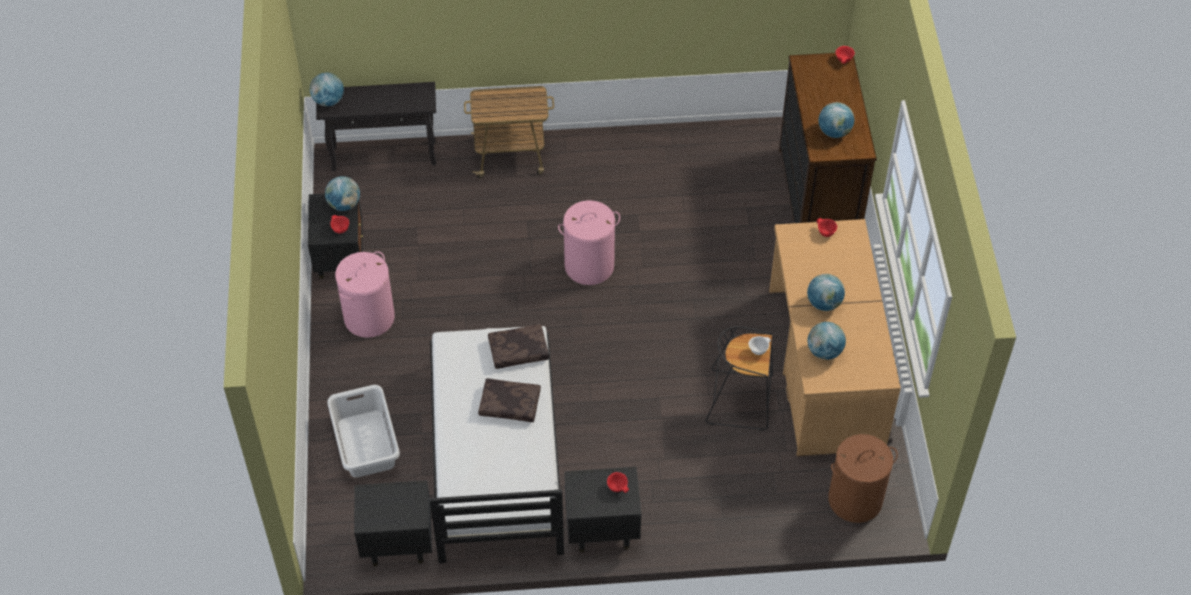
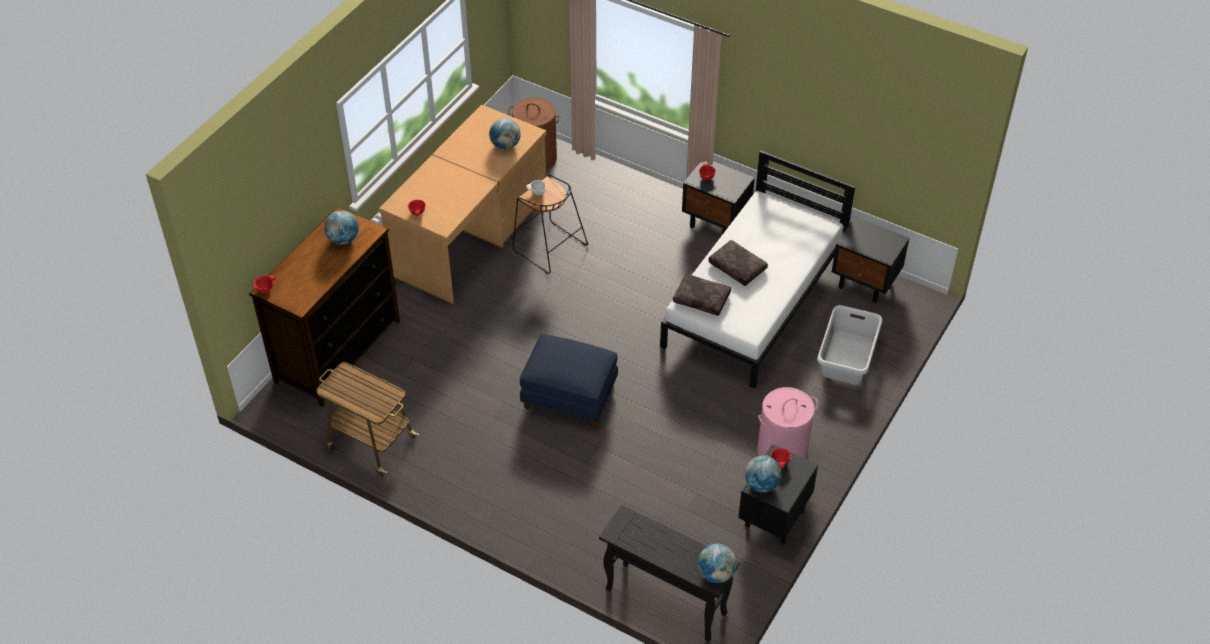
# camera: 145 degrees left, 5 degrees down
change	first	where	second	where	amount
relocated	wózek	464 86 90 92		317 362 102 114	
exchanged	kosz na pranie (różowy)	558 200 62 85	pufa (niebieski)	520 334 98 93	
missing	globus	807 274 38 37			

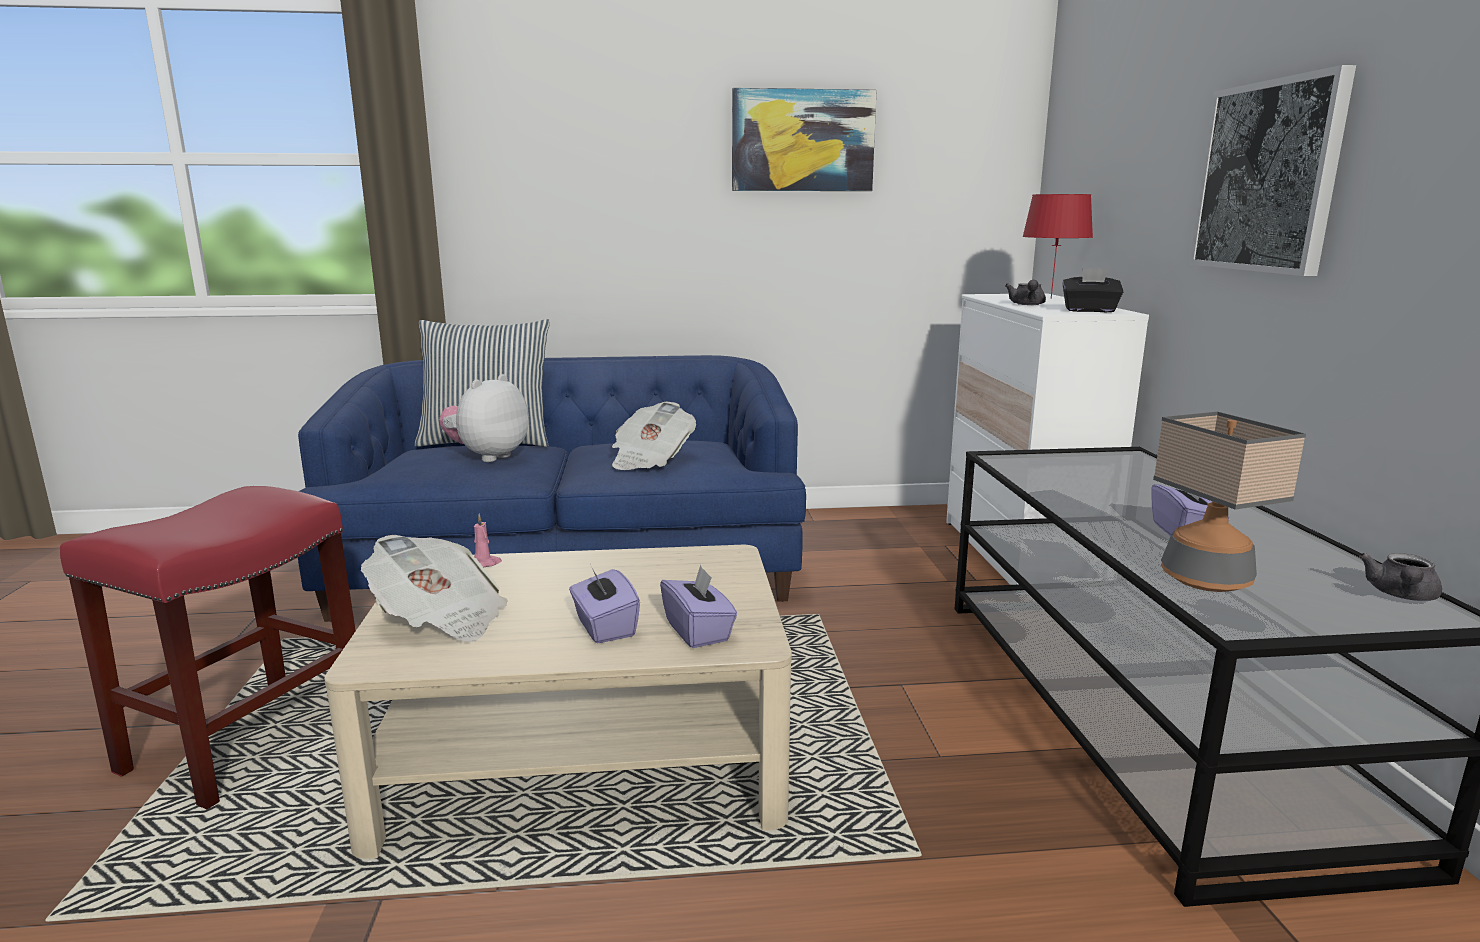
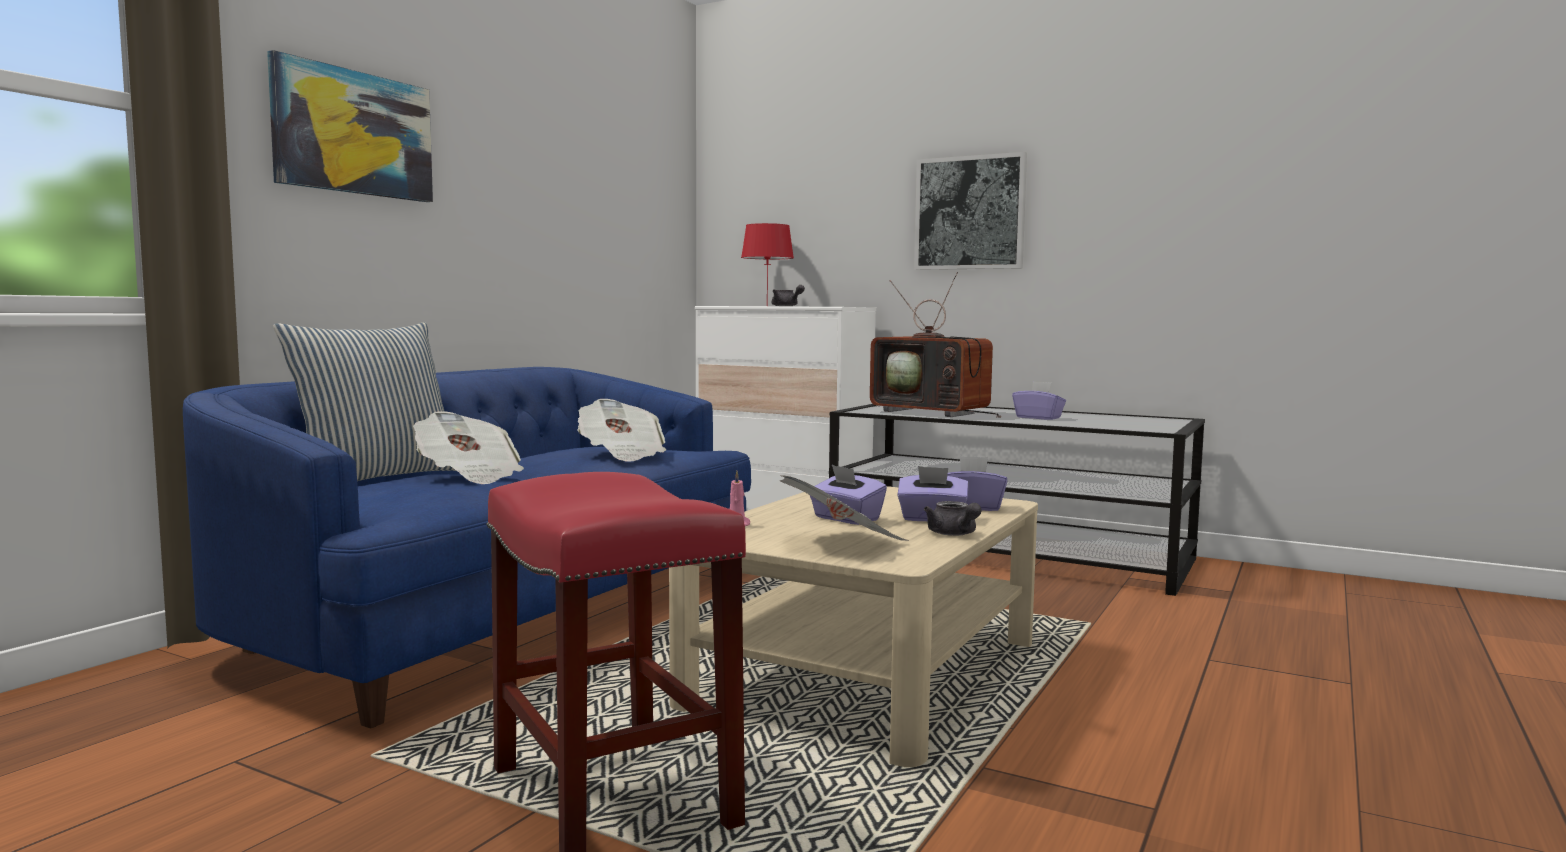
# camera: 55 degrees left, 10 degrees down
change	first	where	second	where	amount
relocated	obraz	732 88 145 103		267 50 166 152	
missing	pudełko chusteczek (czarny)	1062 268 61 44			
exchanged	pluszak	439 374 90 88	gazeta	413 411 111 73	
missing	lampa stołowa	1153 412 153 180			
relocated	imbryk (szary)	1359 553 83 48		924 501 58 35	
appeared			telewizor	870 272 132 146	
appeared			pudełko chusteczek (fioletowy)	810 465 77 60	

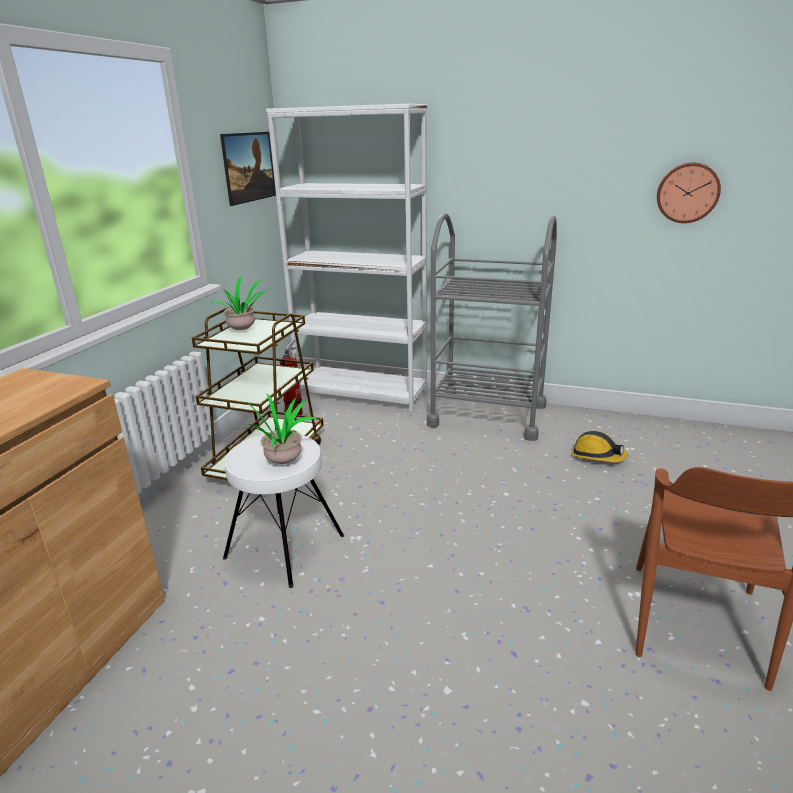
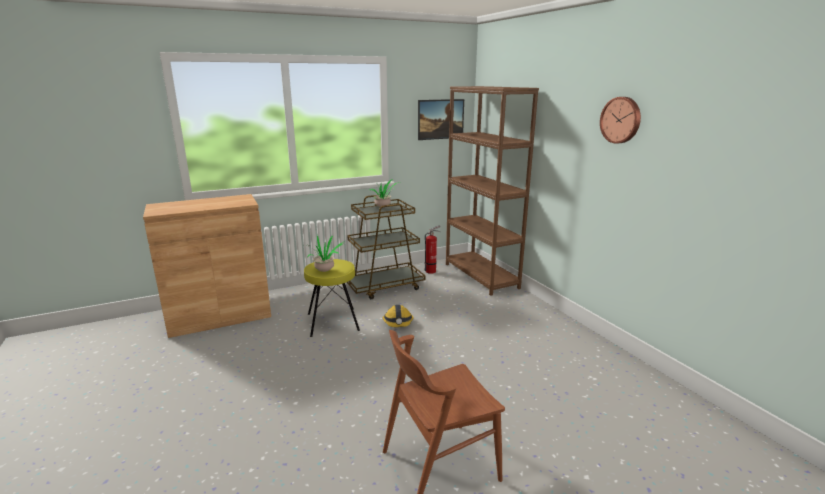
# camera: 45 degrees right, 5 degrees down
change	first	where	second	where	amount
colour	regał (biały)	266 104 161 308	regał (brązowy)	446 86 93 210	
relocated	zegar ścienny	657 163 64 60		600 97 41 47	
missing	wózek (szary)	427 213 130 228			
relocated	kask	571 431 57 31		383 305 30 22	
colour	stołek (biały)	223 434 121 154	stołek (żółty)	304 259 56 78	

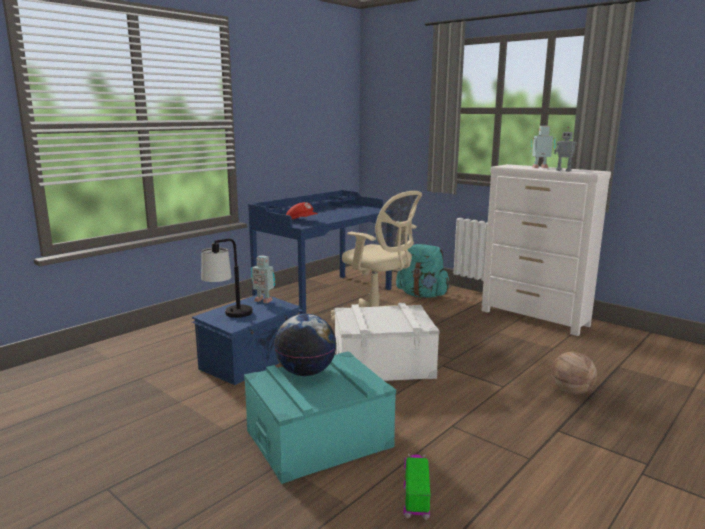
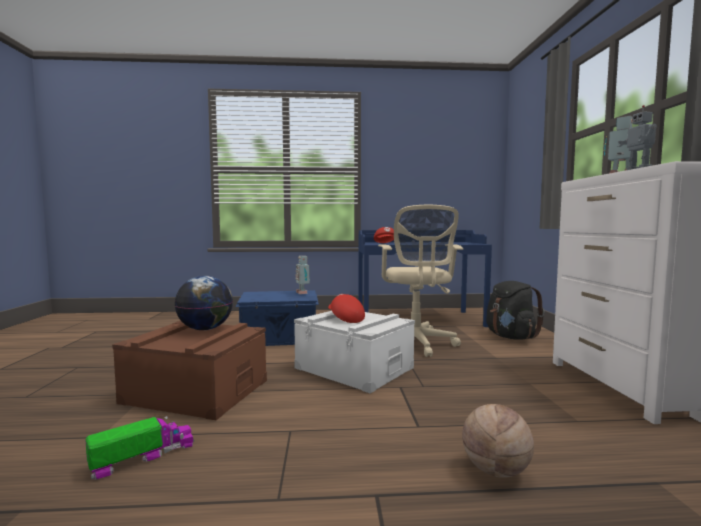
# camera: 45 degrees right, 10 degrees down
change	first	where	second	where	amount
missing	lampa stołowa	201 239 52 79			
colour	plecak (turkusowy)	396 244 54 54	plecak (czarny)	486 281 59 59	
colour	pojemnik do przechowywania (turkusowy)	244 351 152 133	pojemnik do przechowywania (brązowy)	112 321 155 99	
appeared			czapka z daszkiem (czerwony)	328 294 37 29	

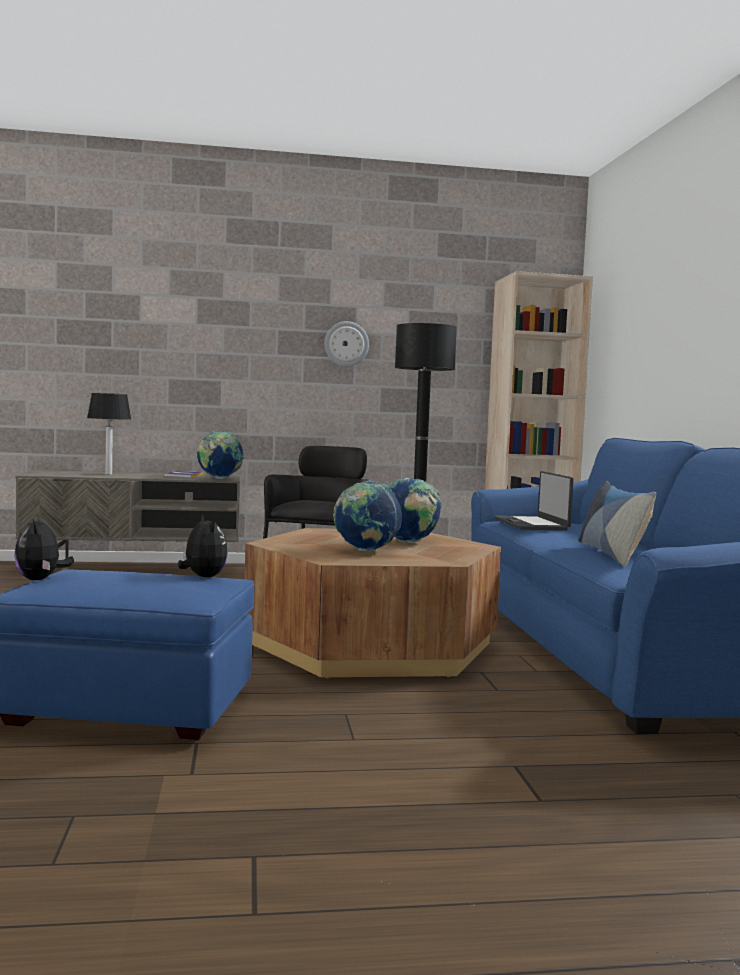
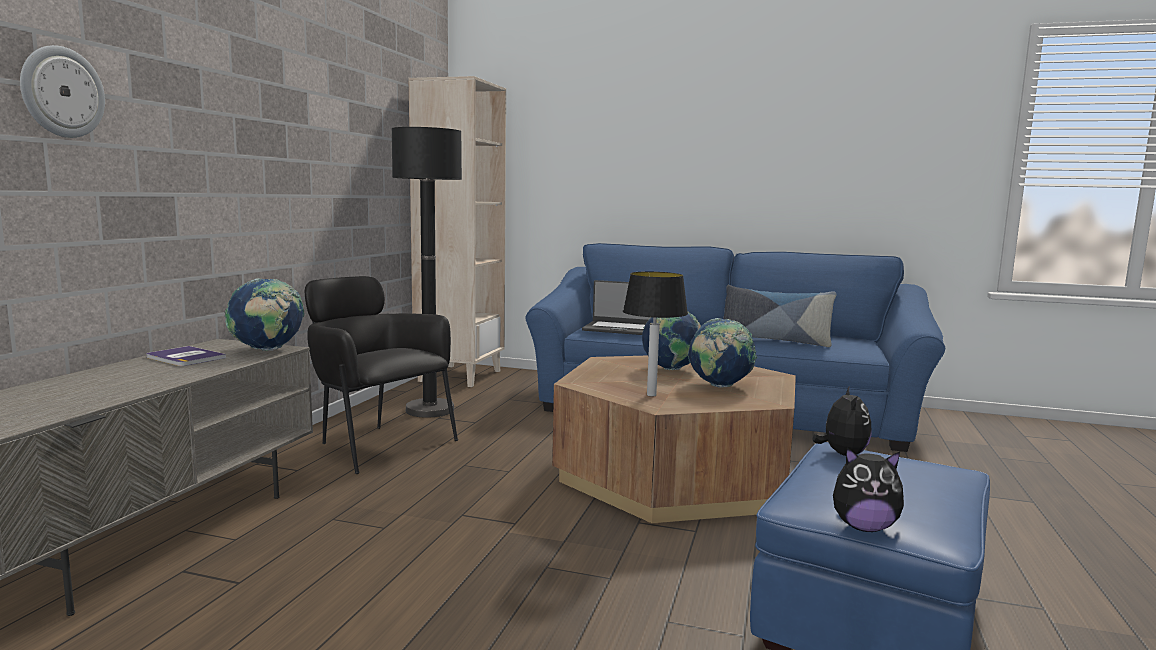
# camera: 65 degrees left, 5 degrees up
change	first	where	second	where	amount
relocated	zegar ścienny	324 321 45 46		20 45 85 93	
relocated	lampa stołowa	87 393 44 82		623 271 65 126	
spun	pluszak	178 514 50 63		813 386 59 70	105 degrees clockwise

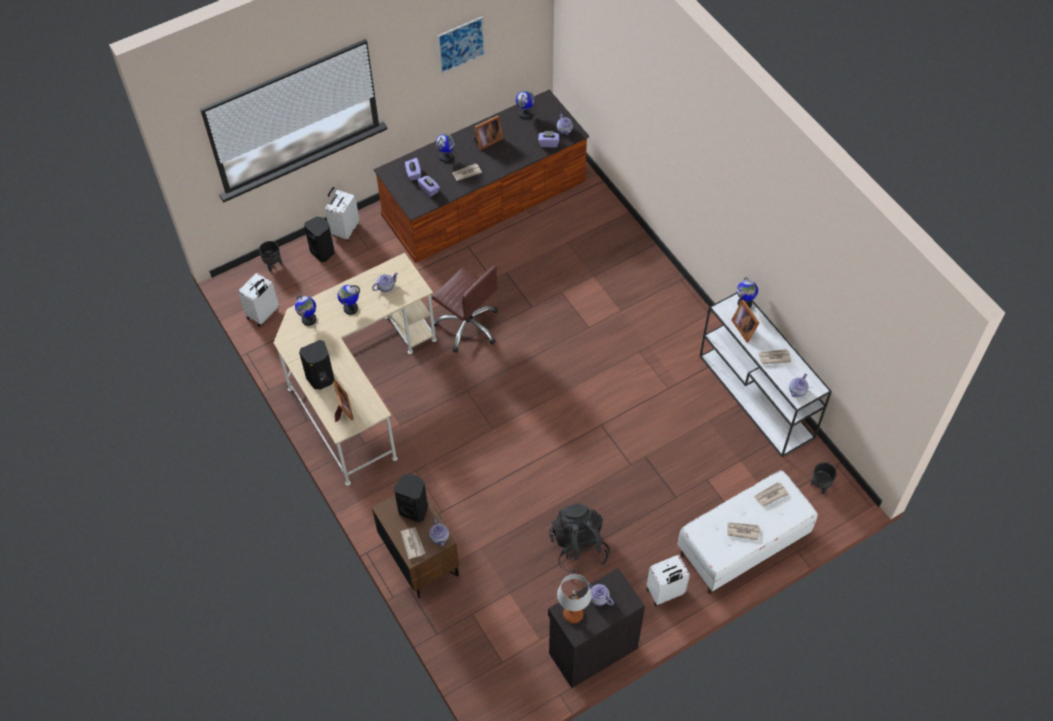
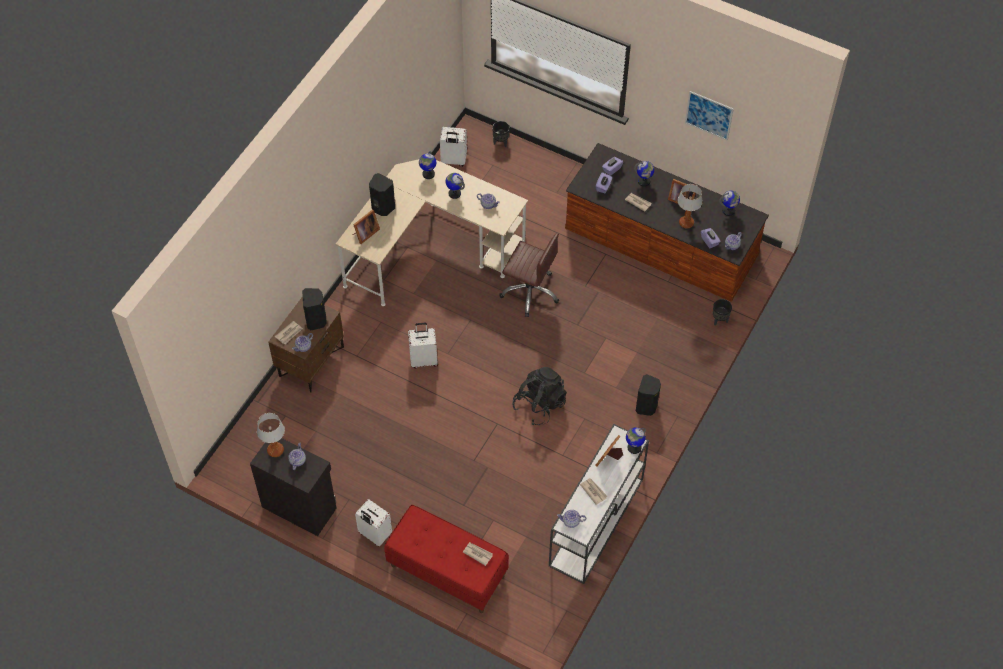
# camera: 60 degrees right, 0 degrees up
change	first	where	second	where	amount
relocated	walizka (biały)	325 187 34 54		408 323 30 45	
relocated	głośnik (czarny)	304 216 30 46		636 374 25 42	
spun	krzesło biurowe (brązowy)	432 266 66 87		499 233 60 84	75 degrees counterclockwise
relocated	donica (czarny)	810 463 27 32		713 299 19 27	
colour	ławka (biały)	677 470 141 124	ławka (czerwony)	384 505 125 108	
relocated	plecak (czarny)	549 504 61 70		512 367 55 58	
missing	gazeta	727 522 33 18			
appeared			lampa stołowa	677 184 26 44	

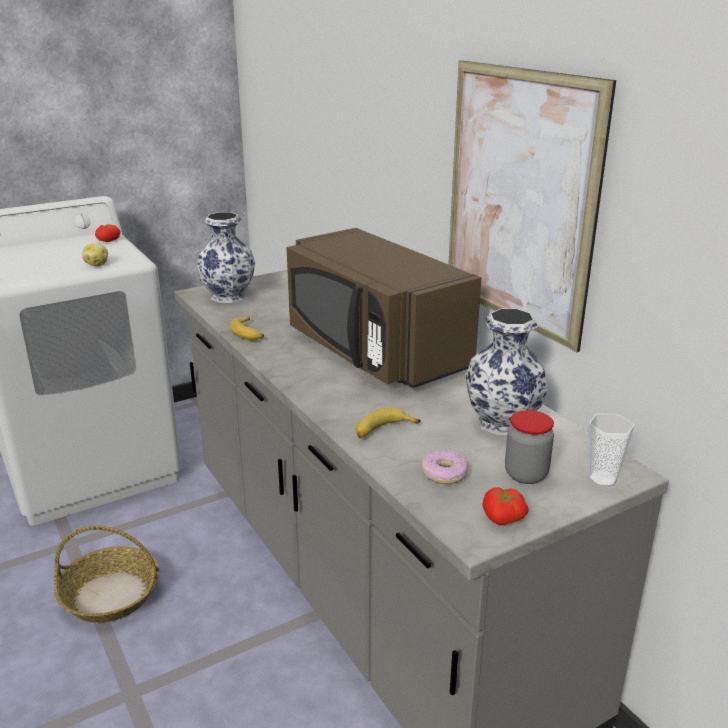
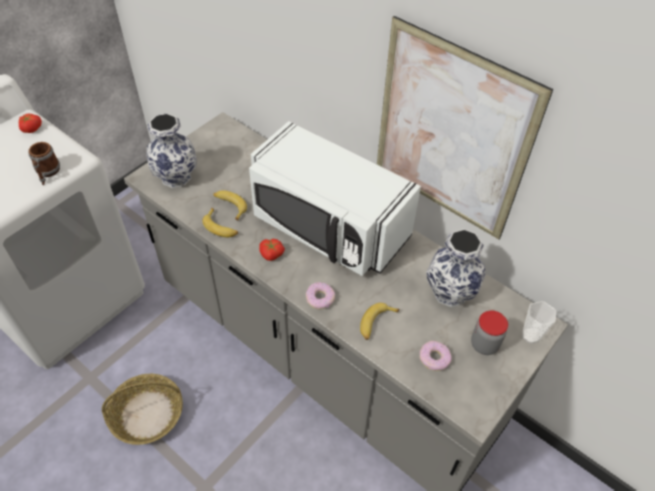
# camera: 20 degrees left, 25 degrees up
change	first	where	second	where	amount
colour	mikrofalówka (brązowy)	287 228 194 160	mikrofalówka (biały)	249 121 172 155	
exchanged	ziemniak	82 243 26 23	kubek	28 142 32 43	
relocated	pomidor	482 487 47 38		259 239 26 22	
appeared			banan	213 190 34 31	
appeared			donut	306 282 29 27	

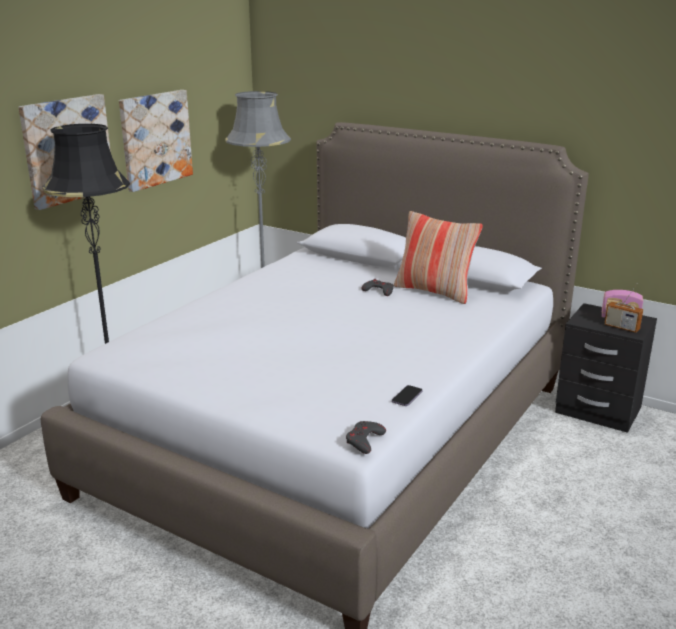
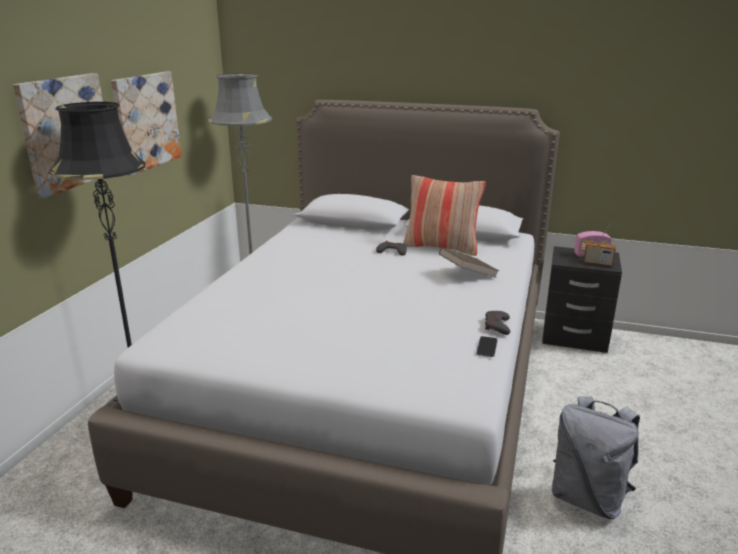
# camera: 15 degrees left, 0 degrees up
change	first	where	second	where	amount
relocated	pad do gier (szary)	346 421 40 33		485 311 25 24	
appeared			książka (brązowy)	439 248 60 29	
appeared			plecak (szary)	552 396 88 123	

